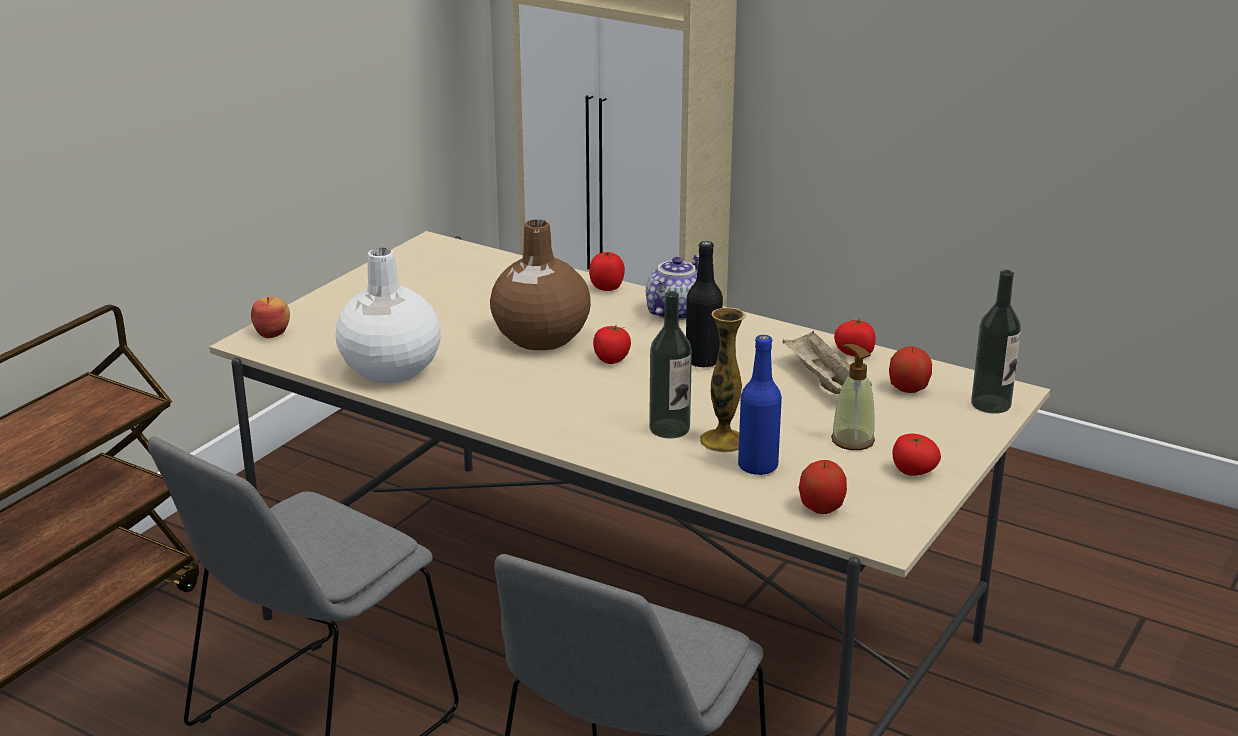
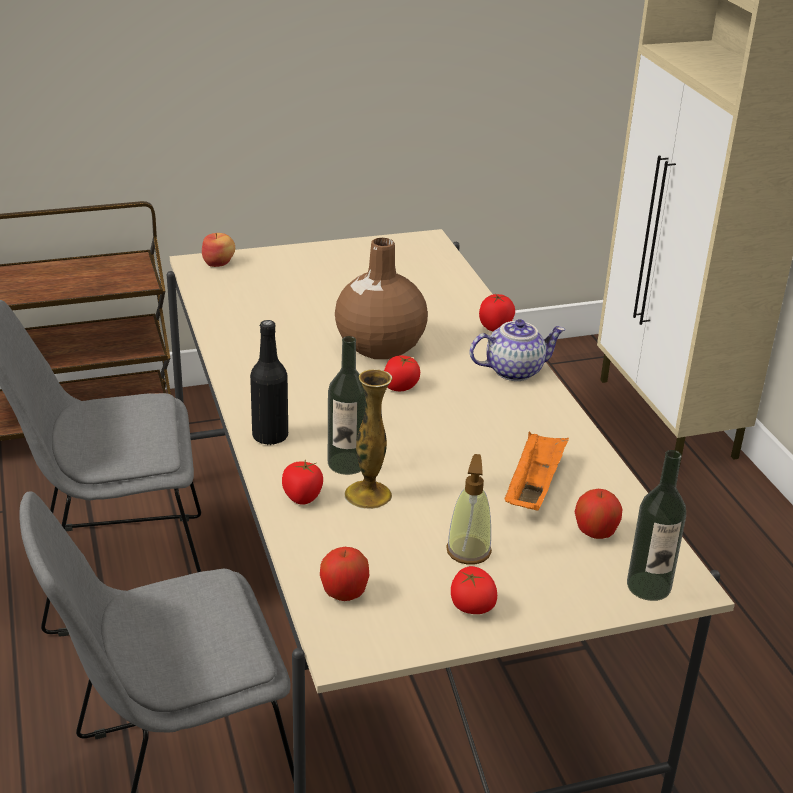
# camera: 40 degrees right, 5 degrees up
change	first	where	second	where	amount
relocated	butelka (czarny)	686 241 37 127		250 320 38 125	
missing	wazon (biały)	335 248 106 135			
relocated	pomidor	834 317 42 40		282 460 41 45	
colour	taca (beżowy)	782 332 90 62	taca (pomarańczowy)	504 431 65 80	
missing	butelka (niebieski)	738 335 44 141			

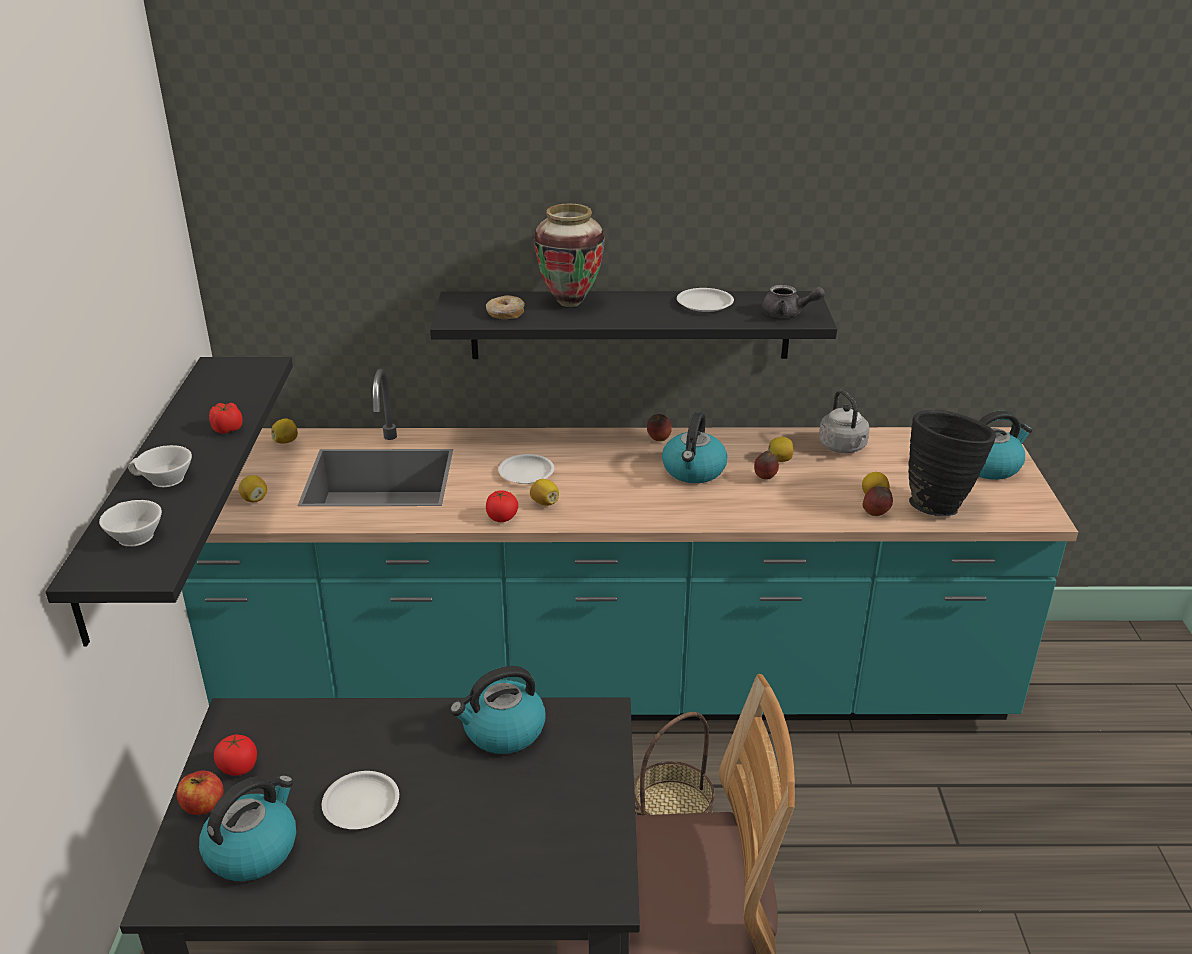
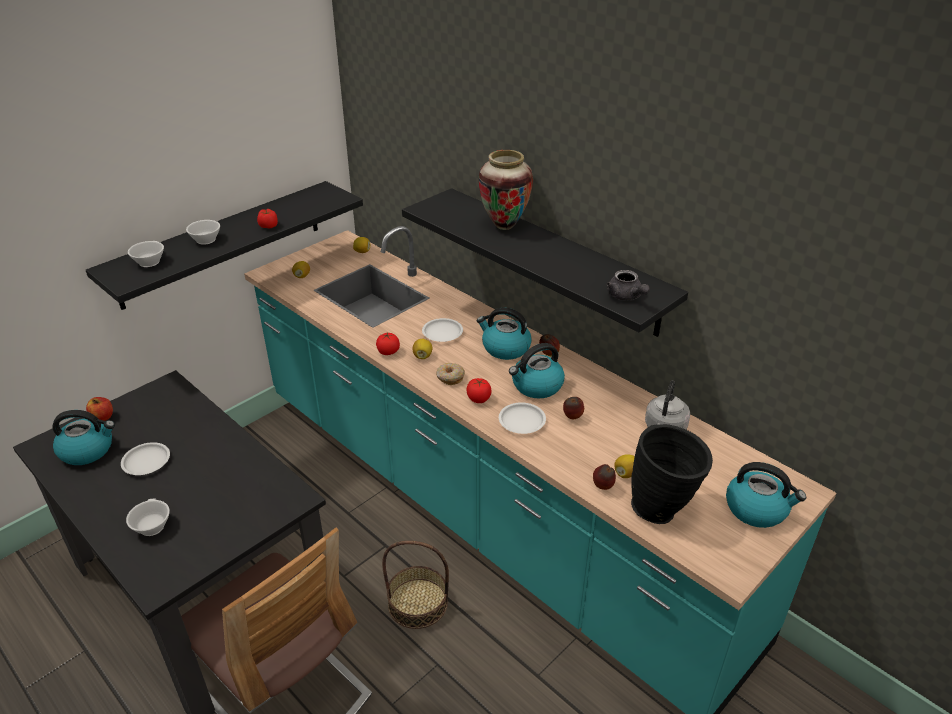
# camera: 45 degrees right, 5 degrees up
change	first	where	second	where	amount
relocated	talerz (biały)	677 288 57 24		499 402 47 32	
relocated	donut	486 295 39 24		436 363 29 22	
missing	cytryna	768 437 25 25			
relocated	czajnik	450 666 95 88		477 308 55 52	
relocated	pomidor	214 735 43 41		466 378 26 25	
appeared			filiżanka (biały)	126 499 44 37	

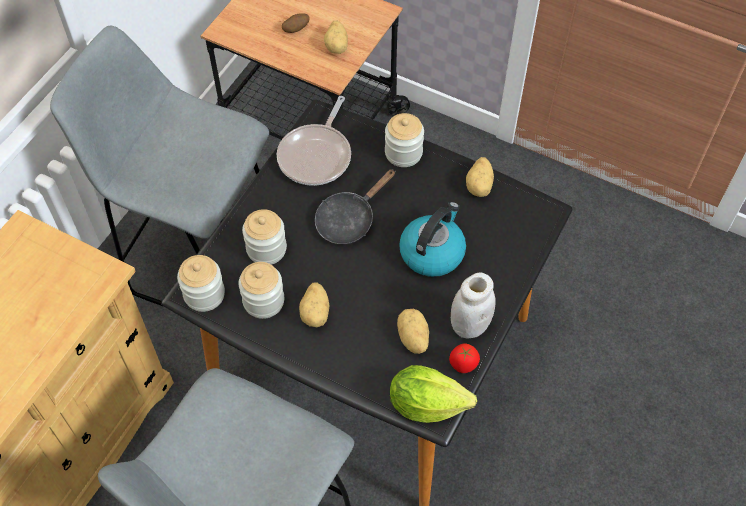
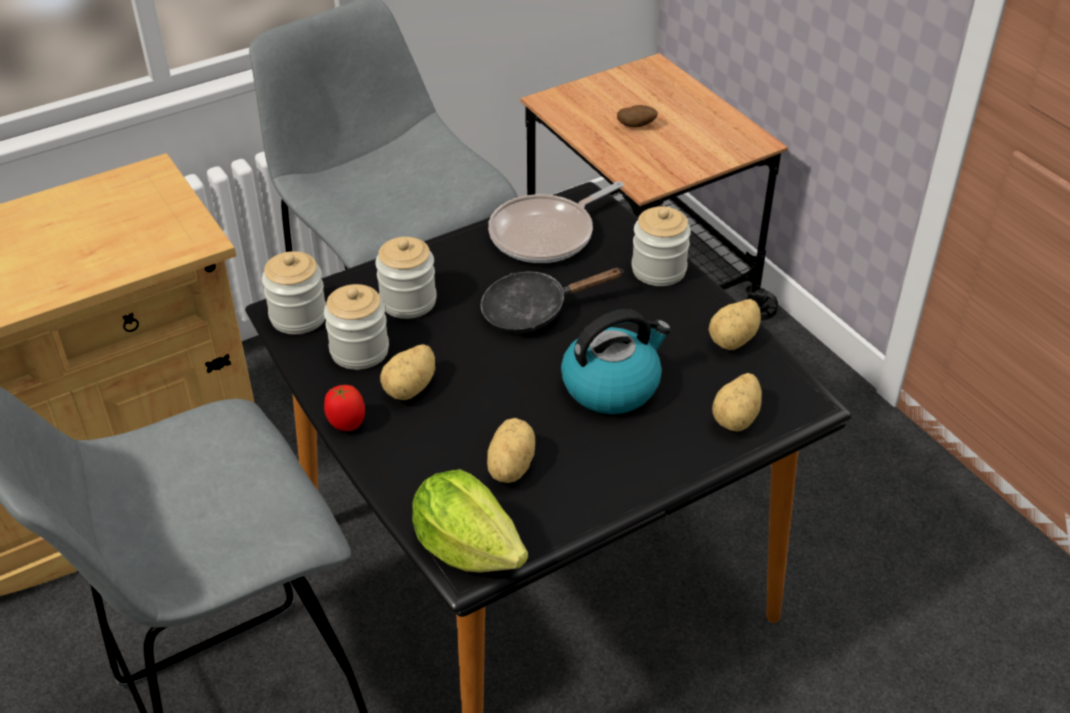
# camera: 30 degrees right, 15 degrees down
change	first	where	second	where	amount
relocated	ziemniak	324 21 24 33		712 373 50 58	
missing	słoik (biały)	451 272 44 67			
relocated	pomidor	449 344 31 29		324 385 41 46	

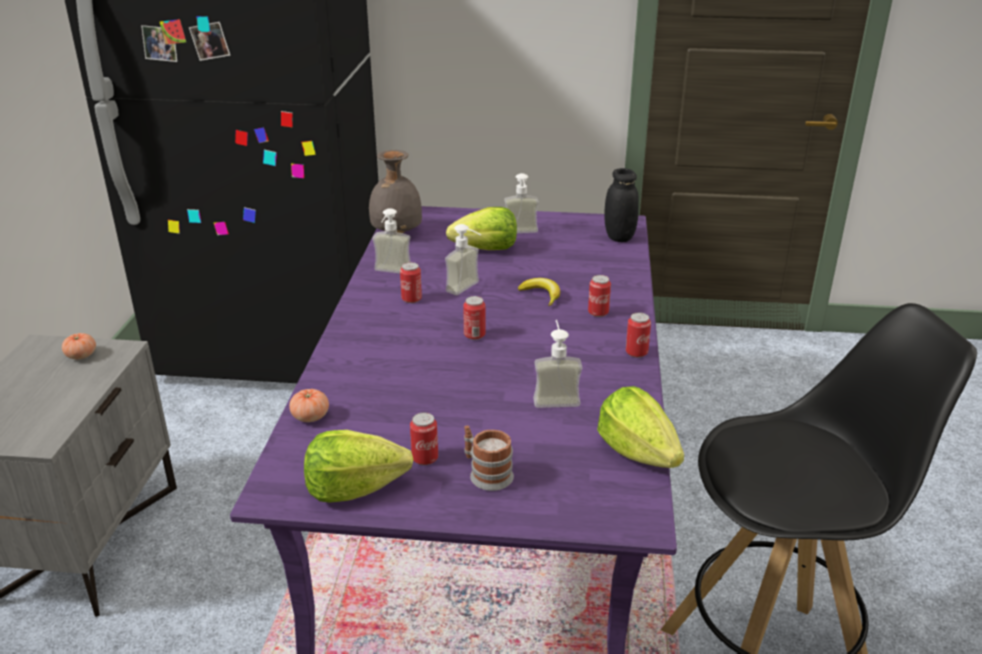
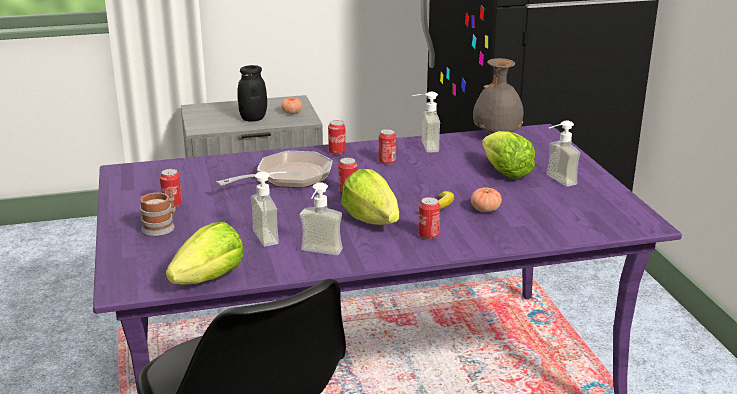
# camera: 70 degrees right, 5 degrees down
change	first	where	second	where	amount
relocated	słoik (czarny)	604 168 35 74		237 65 30 57	
relocated	dozownik mydła	445 224 36 71		300 182 43 73	
relocated	puszka	626 312 25 46		328 120 18 35	
relocated	pomidor	289 389 40 33		471 188 31 24	
relocated	sałata	304 430 109 73		341 169 58 56	
appeared			patelnia	216 151 117 37	

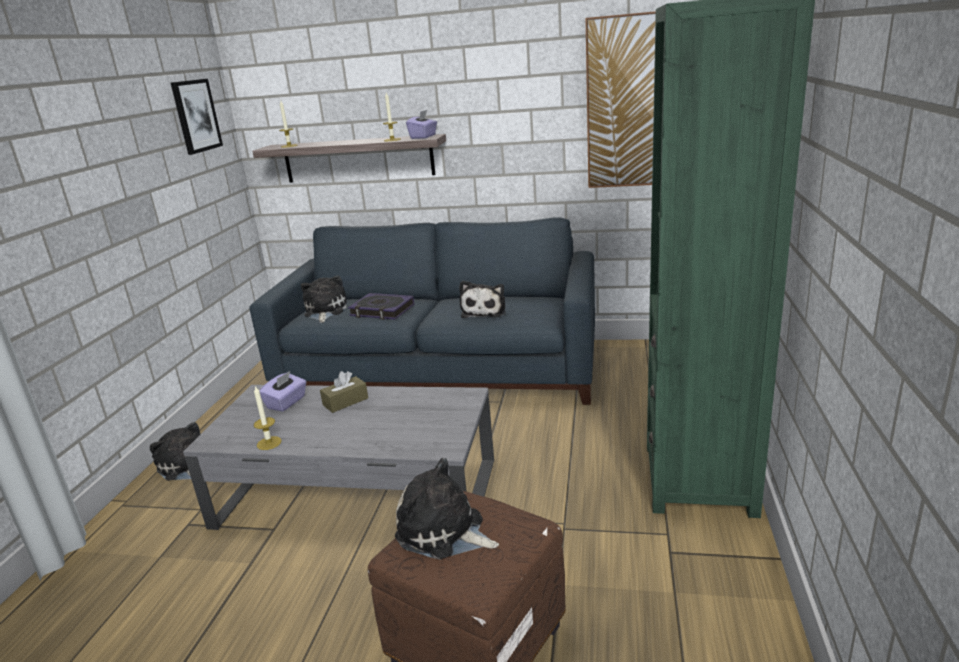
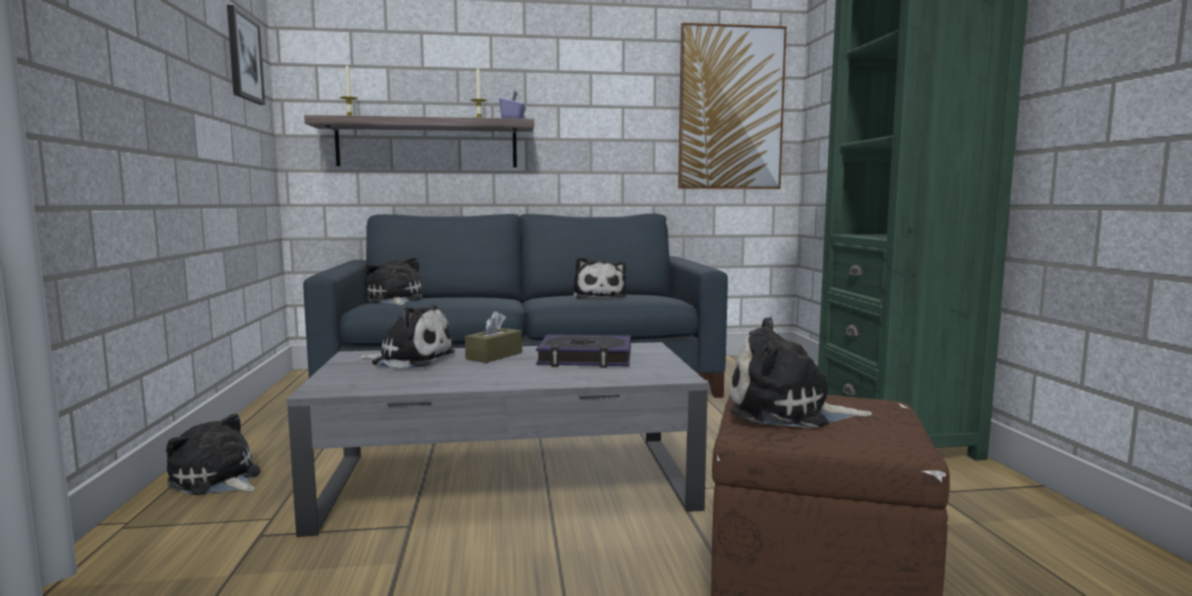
# camera: 20 degrees left, 15 degrees down
change	first	where	second	where	amount
relocated	książka	348 293 66 27		536 334 95 34	
exchanged	pudełko chusteczek (fioletowy)	259 371 47 41	pluszak	358 304 97 65	
missing	świeca	254 385 28 65			

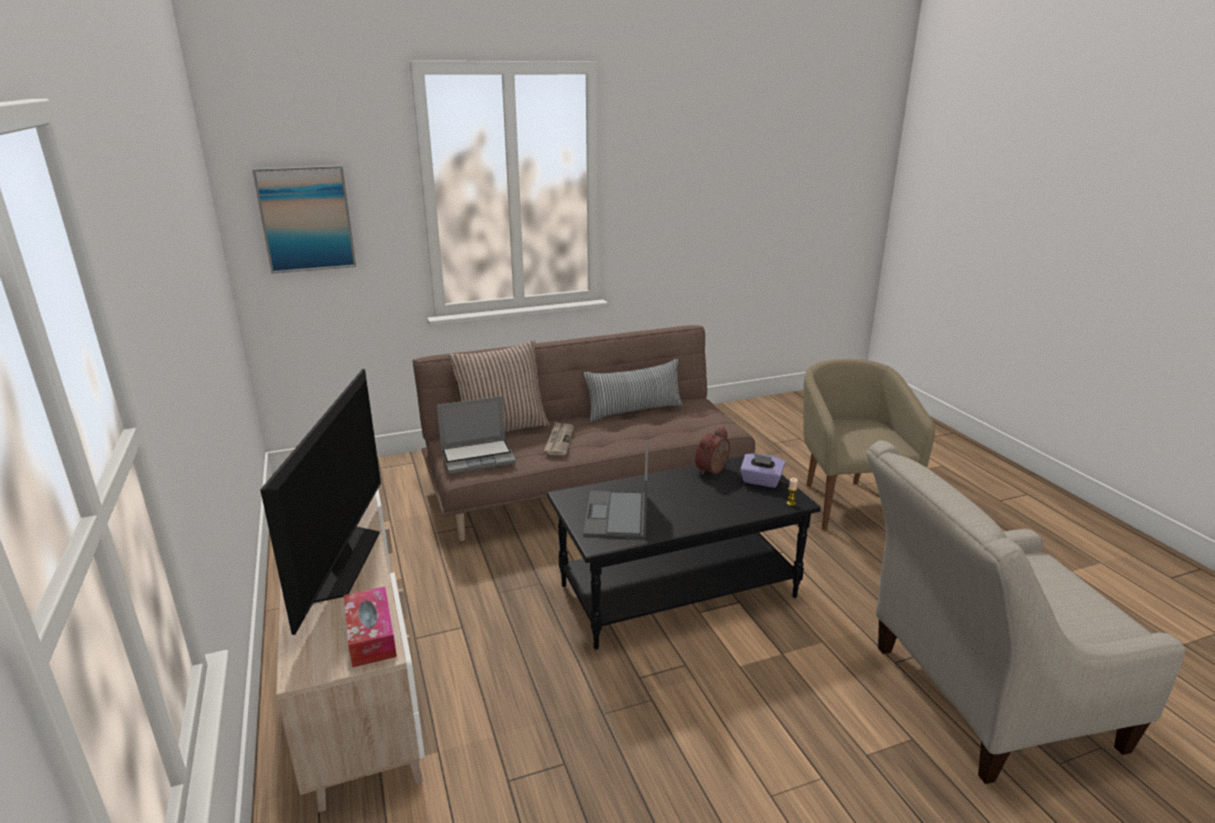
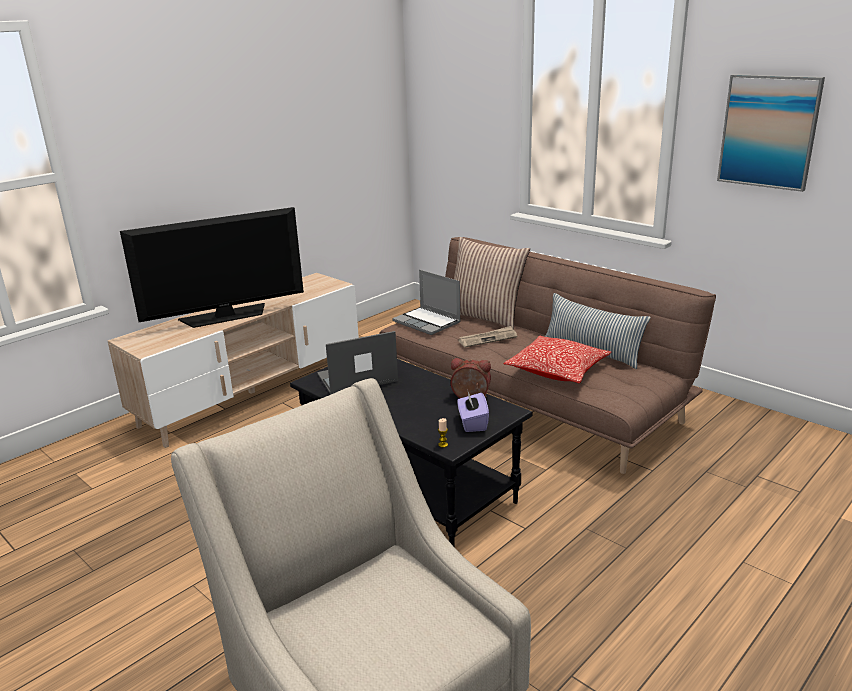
# camera: 65 degrees right, 0 degrees up
change	first	where	second	where	amount
relocated	obraz	252 165 104 108		717 74 108 118	
missing	fotel (beżowy)	803 359 132 171			
missing	pudełko chusteczek	344 587 53 80			
appeared			poduszka	504 336 107 47	

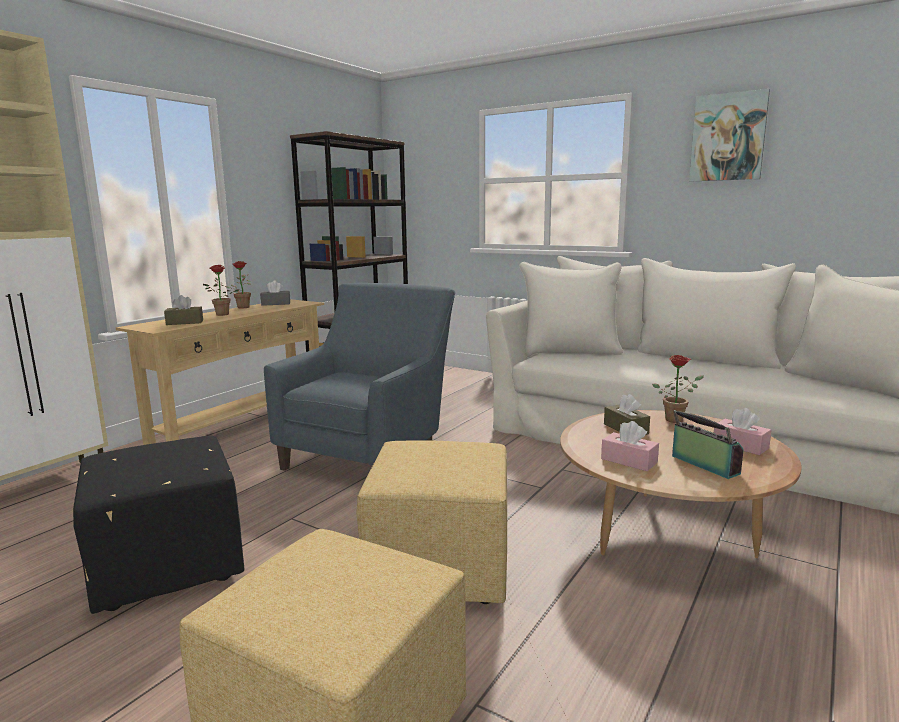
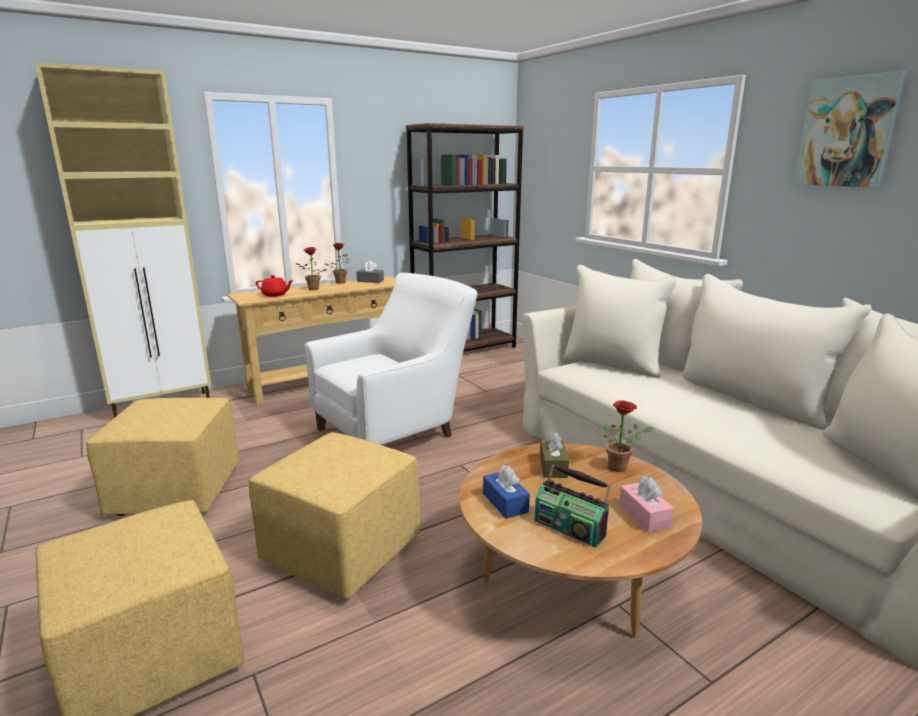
# camera: 25 degrees right, 5 degrees up
change	first	where	second	where	amount
colour	fotel (niebieski)	264 283 191 188	fotel (biały)	305 273 172 172	
exchanged	pudełko chusteczek (brązowy)	164 295 39 30	imbryk (czerwony)	256 275 38 22	
spun	radio	672 410 72 69		535 464 76 84	135 degrees clockwise
colour	pudełko chusteczek (różowy)	601 421 58 50	pudełko chusteczek (niebieski)	483 465 47 54	
colour	pufa (czarny)	73 436 171 178	pufa (żółty)	86 398 154 118	

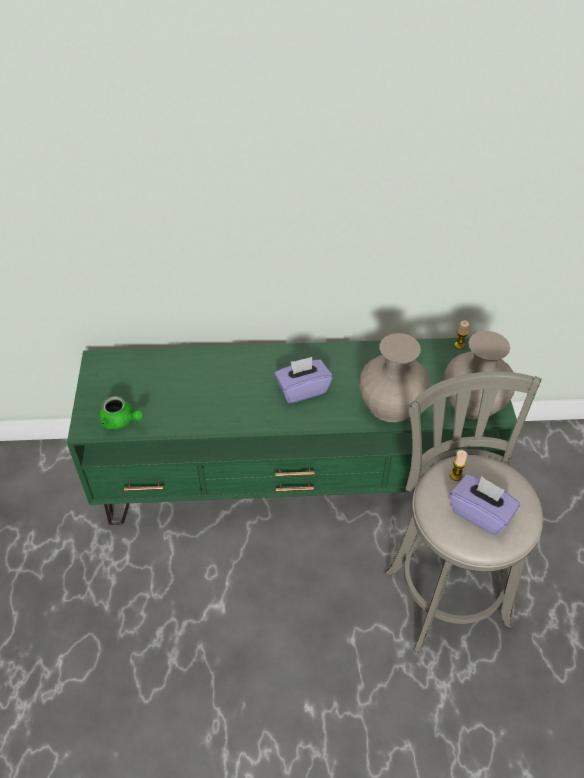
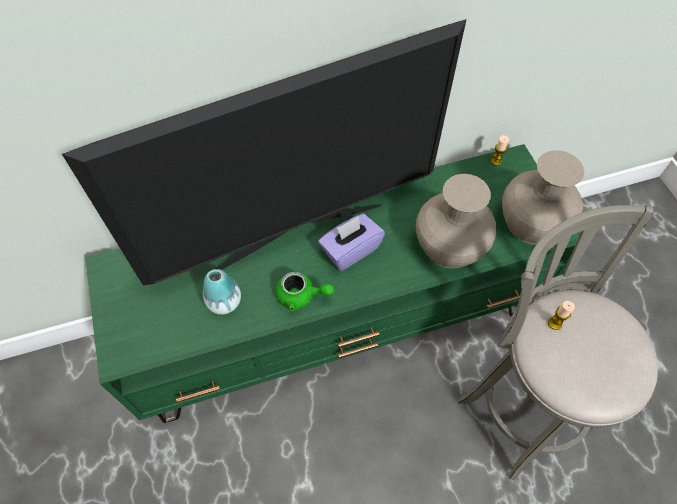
# camera: 15 degrees left, 10 degrees up
change	first	where	second	where	amount
relocated	imbryk (zielony)	99 396 45 33		276 272 58 39	
missing	pudełko chusteczek (fioletowy)	450 474 70 61			
appeared			telewizor	62 19 405 266	
appeared			wazon	203 269 38 45	

